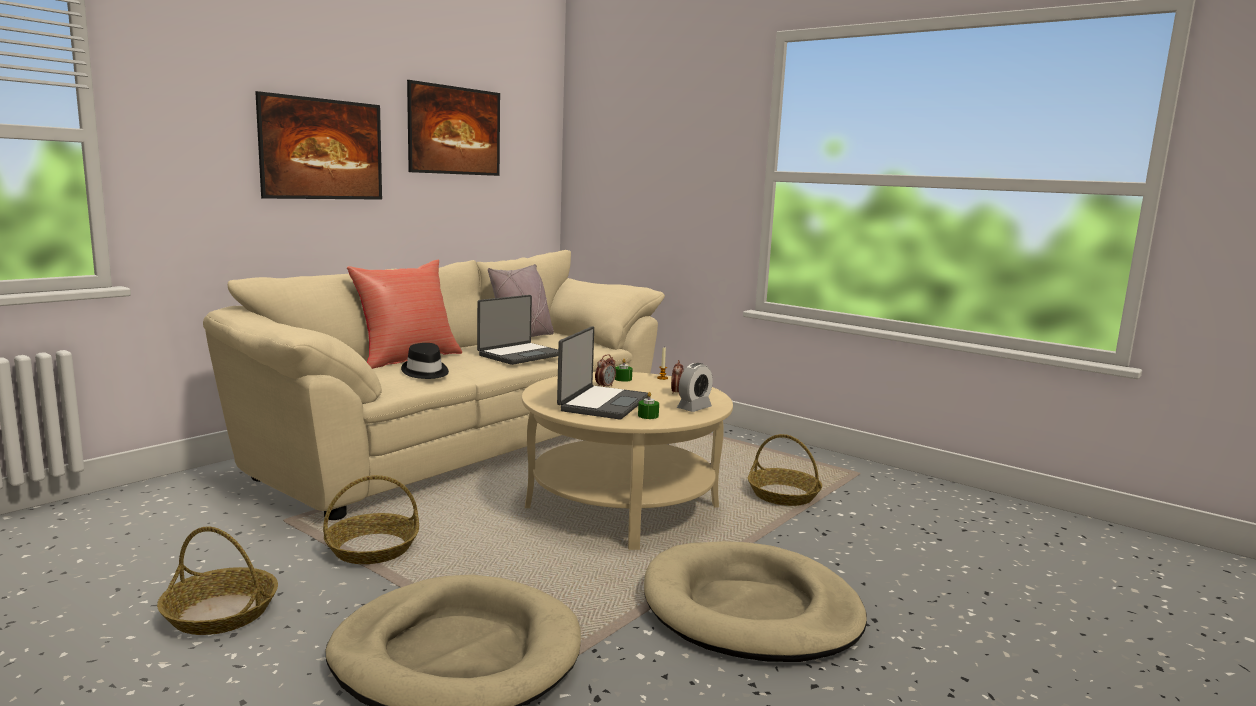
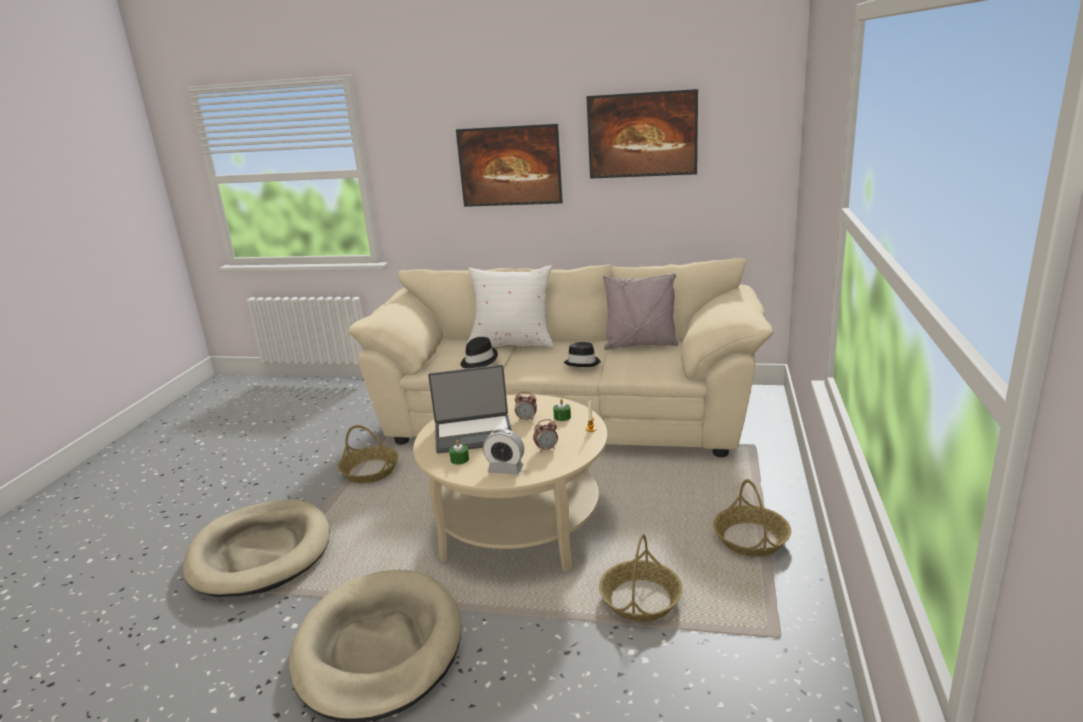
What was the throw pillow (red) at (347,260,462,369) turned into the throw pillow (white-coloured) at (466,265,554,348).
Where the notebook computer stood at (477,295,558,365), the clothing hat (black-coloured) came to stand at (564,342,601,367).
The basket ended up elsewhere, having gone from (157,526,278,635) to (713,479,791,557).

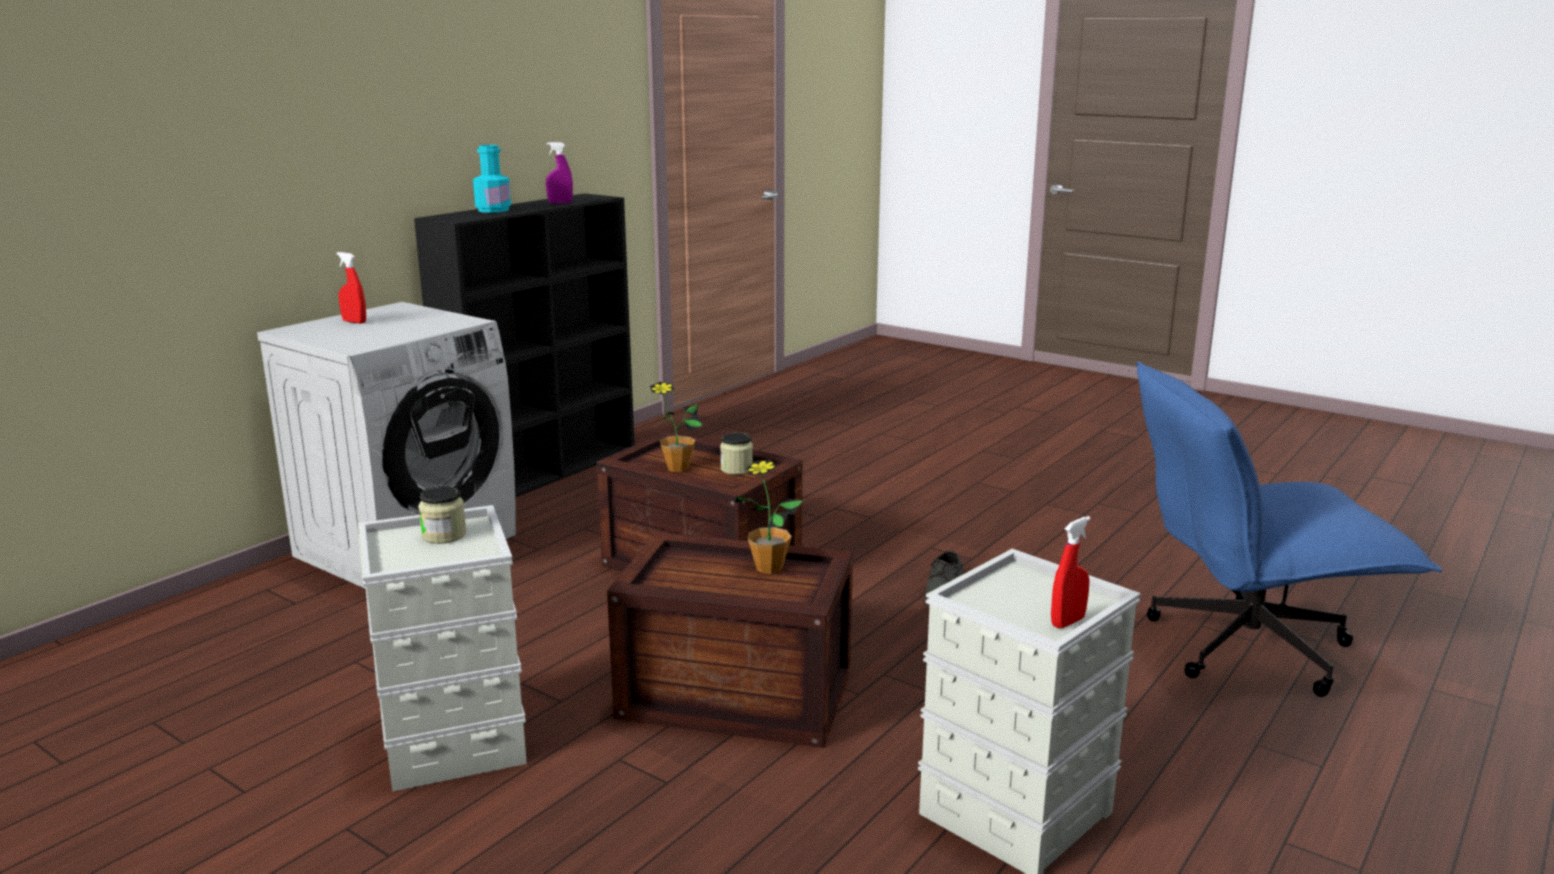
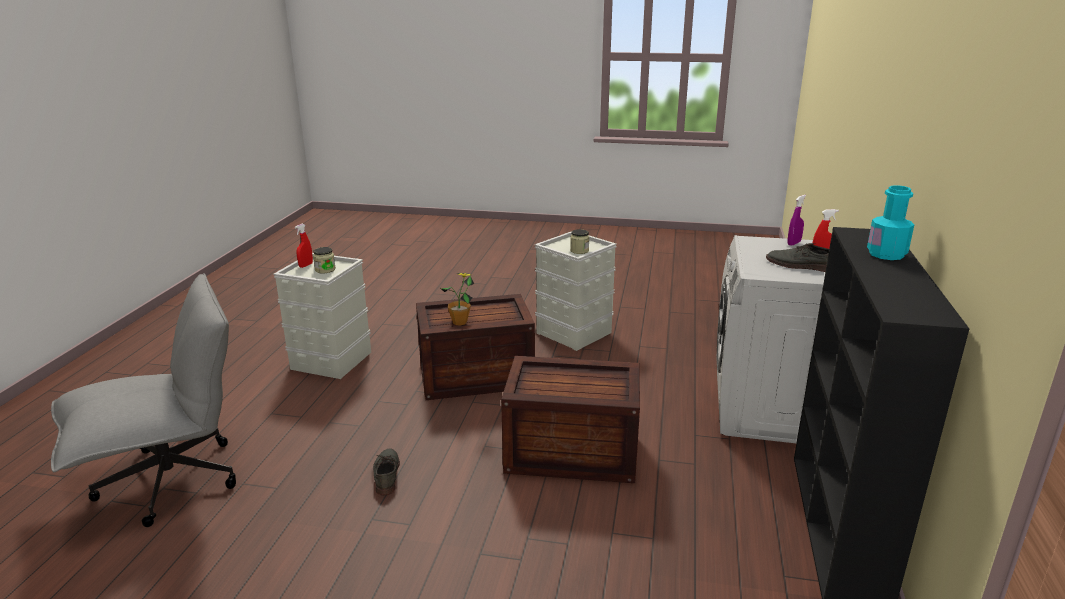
What was the office chair (blue-coloured) at (1136,362,1442,697) turned into the office chair (grey) at (51,273,236,527).
The preserve jar ended up elsewhere, having gone from (720,433,753,475) to (313,247,336,273).
The second view gained the low shoe (grey) at (766,243,829,272).
The sprayer (purple) ended up elsewhere, having gone from (546,142,573,204) to (787,195,806,246).
The second view lost the potted plant at (650,382,703,472).

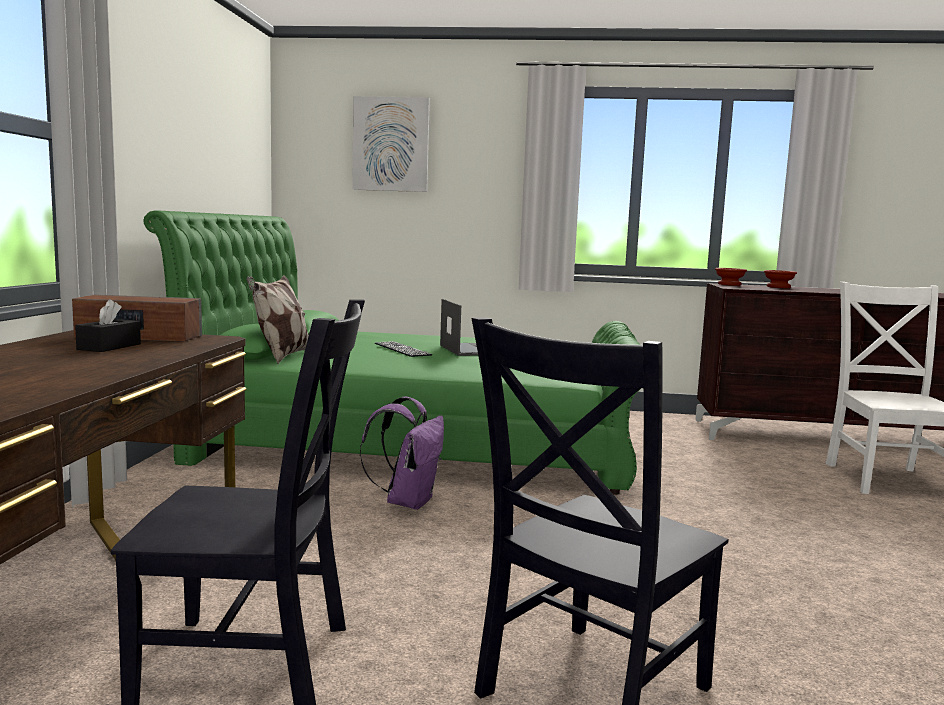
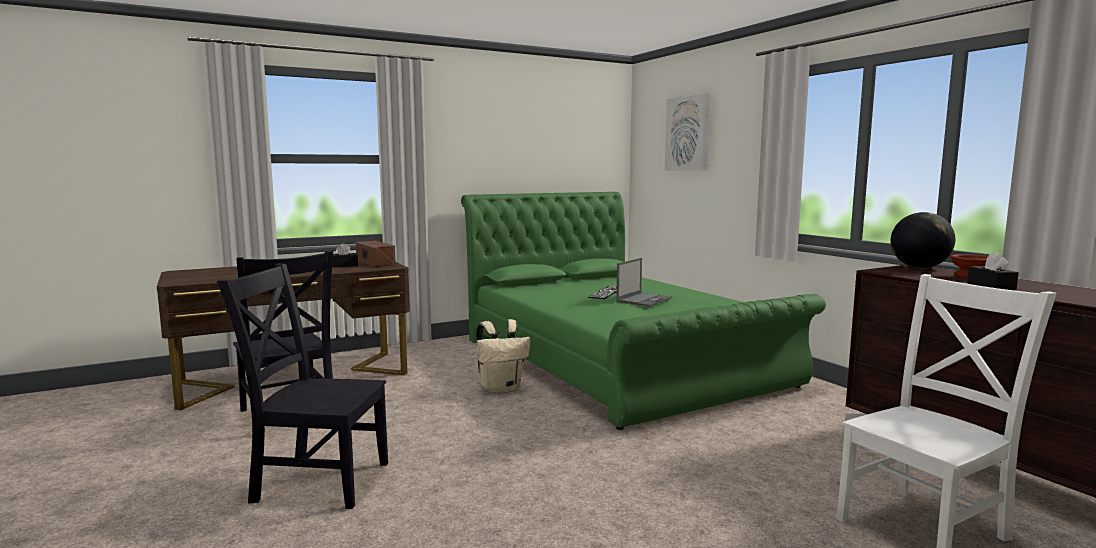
What was the rucksack (purple) at (360,396,444,510) turned into the rucksack (beige-coloured) at (476,319,531,393).
Where the serving bowl (brown-coloured) stood at (715,268,747,286), the desk globe came to stand at (890,212,955,268).
The second view gained the box of tissues (black-coloured) at (967,252,1019,290).
The second view lost the throw pillow at (247,275,309,364).

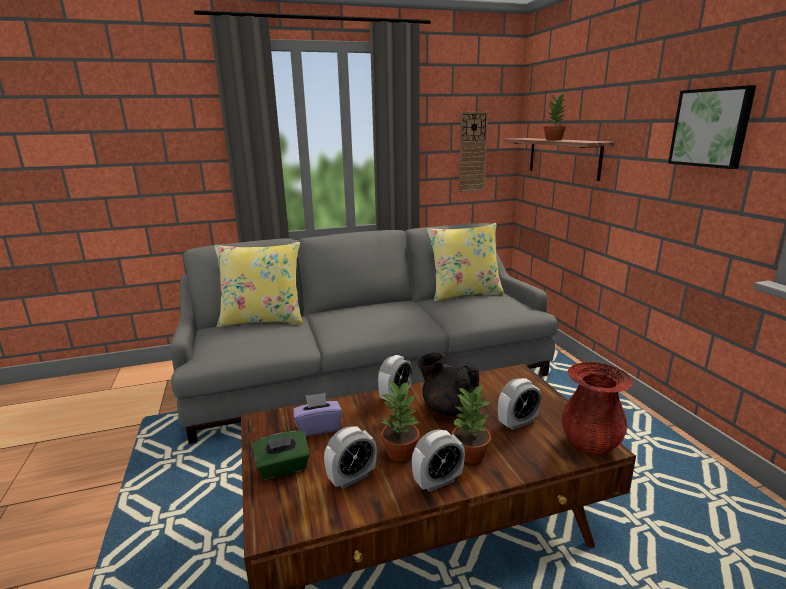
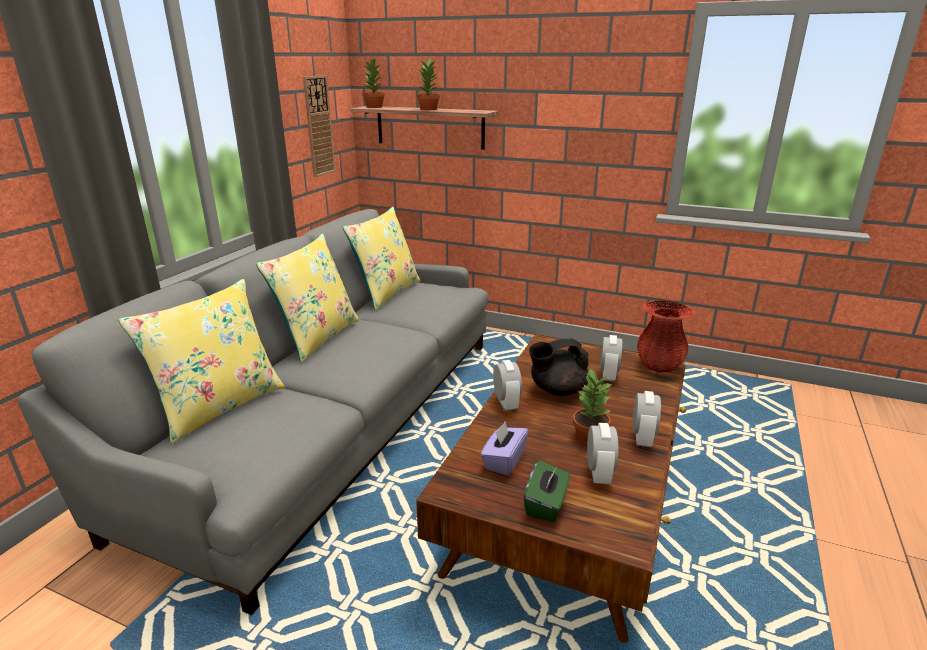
The second view gained the throw pillow (yellow) at (256,234,359,363).
The potted plant ended up elsewhere, having gone from (452,385,491,464) to (363,59,385,108).
The second view lost the wall art at (668,85,756,169).

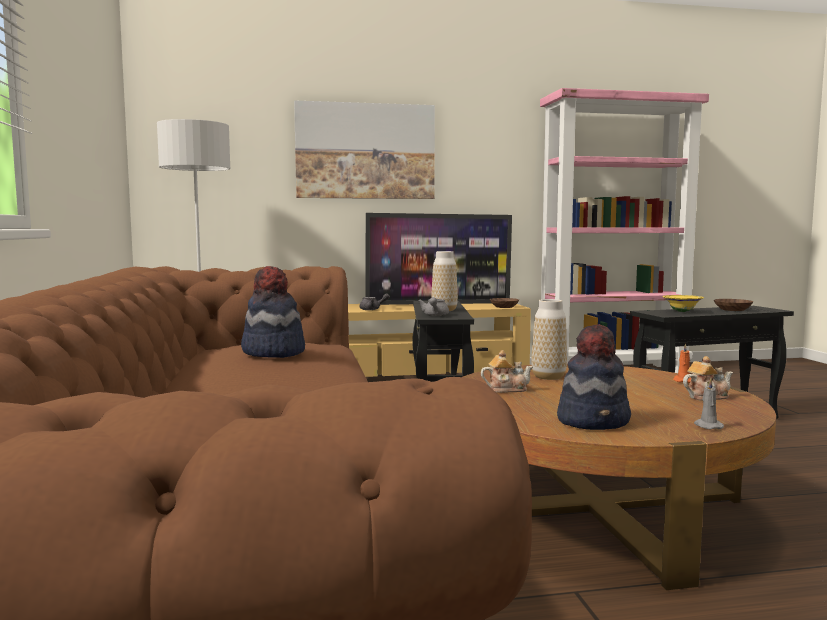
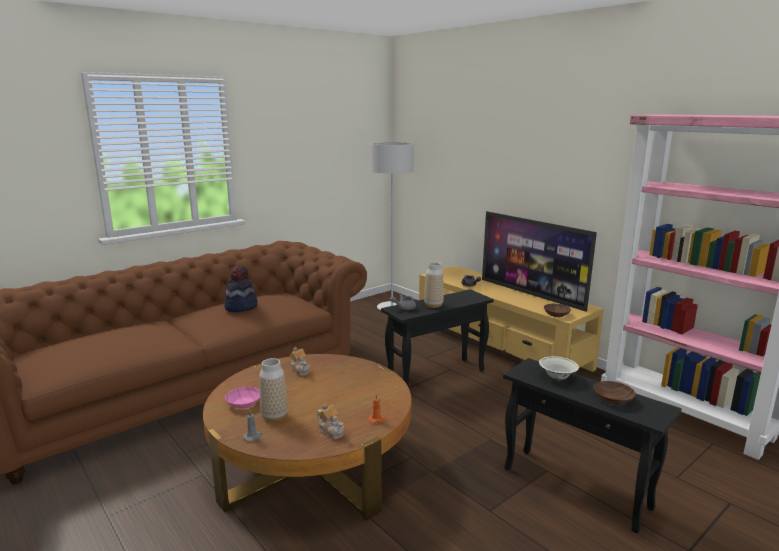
Where the clothing hat stood at (557,324,631,430), the serving bowl (pink-coloured) came to stand at (225,387,260,408).
The flower vase ended up elsewhere, having gone from (531,299,567,380) to (259,358,288,422).
What was the serving bowl (yellow) at (662,295,704,312) turned into the serving bowl (white-coloured) at (539,356,579,380).
The second view lost the wall art at (294,100,435,199).

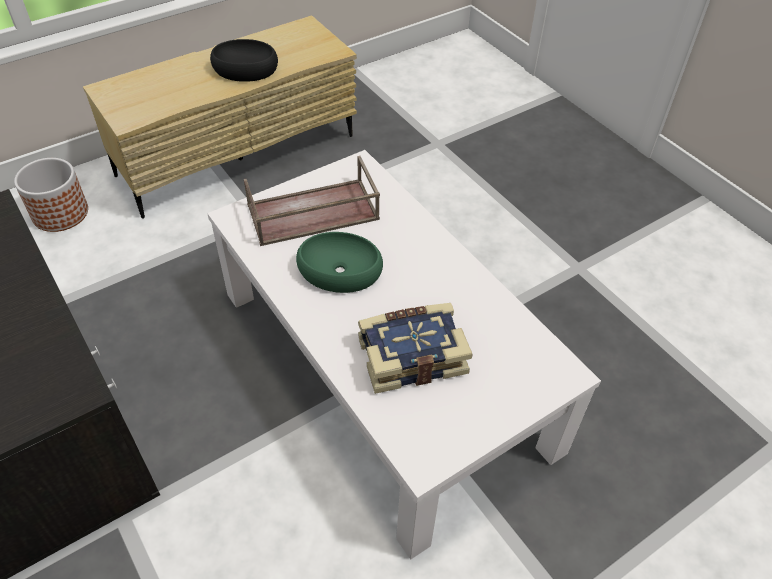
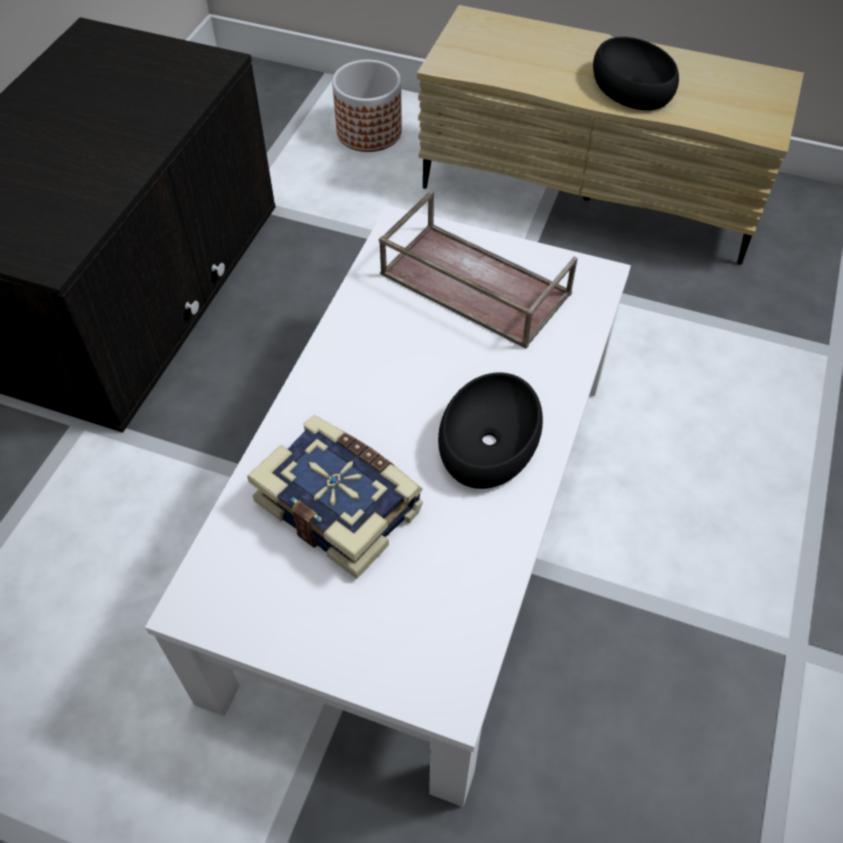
The second view gained the serving bowl (black-coloured) at (438,372,543,489).
The second view lost the serving bowl (green) at (296,232,383,293).

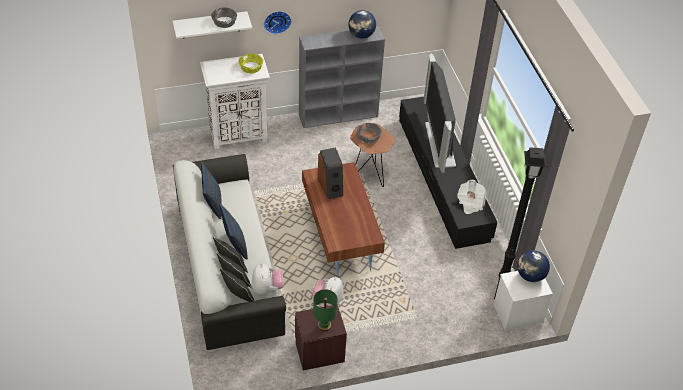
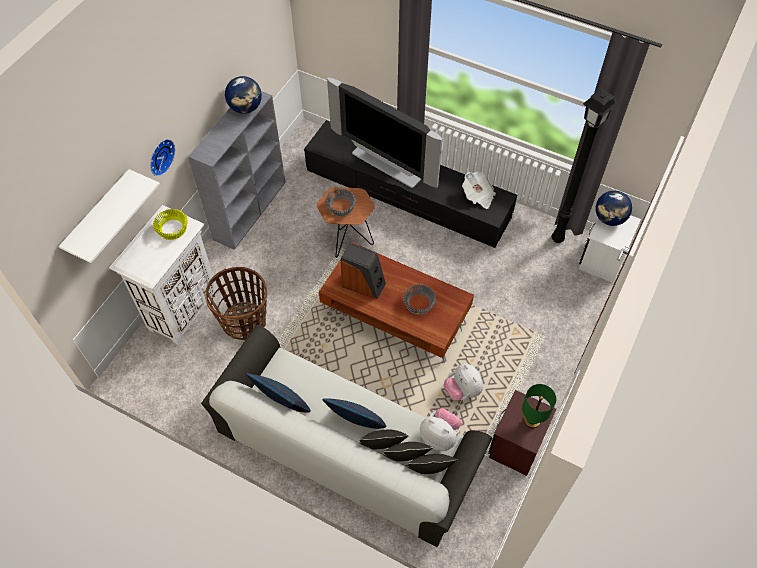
The second view gained the basket at (205,267,267,341).
The serving bowl (grey) ended up elsewhere, having gone from (211,7,237,28) to (403,284,436,315).

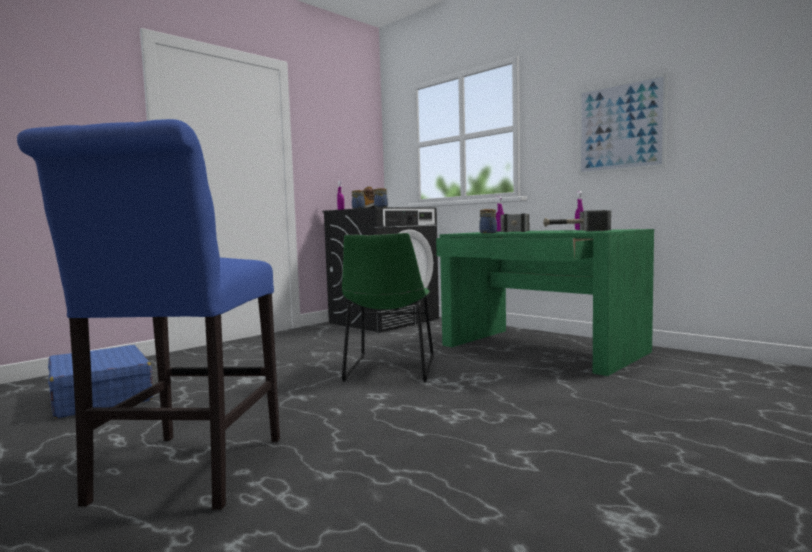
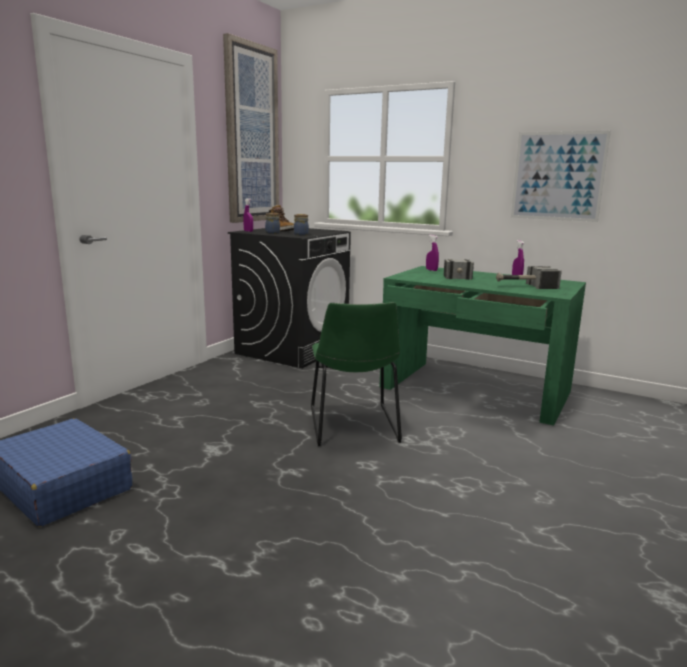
The second view gained the wall art at (223,33,279,223).
The second view lost the stool (blue-coloured) at (17,119,280,510).
The second view lost the preserve jar at (479,209,497,233).

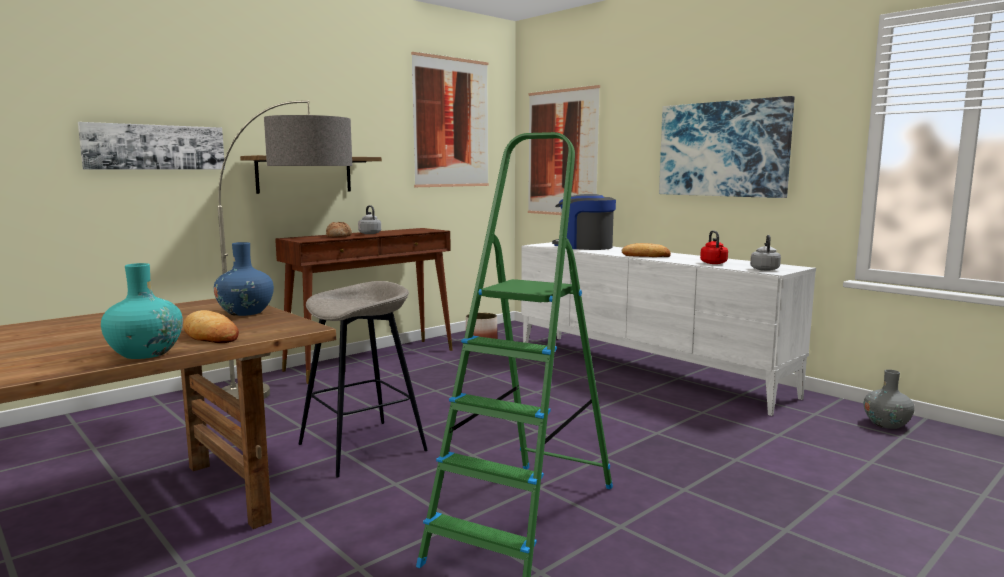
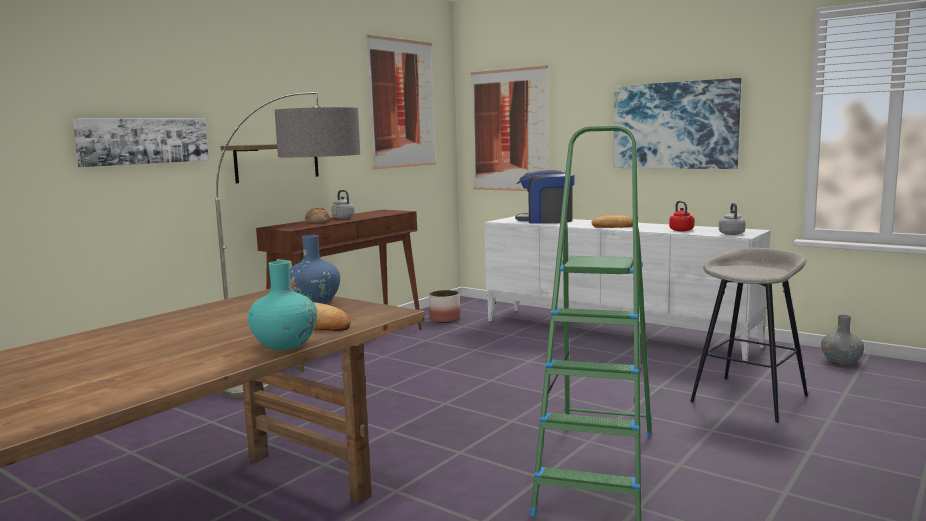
The stool (grey) ended up elsewhere, having gone from (298,281,428,477) to (690,248,808,423).

